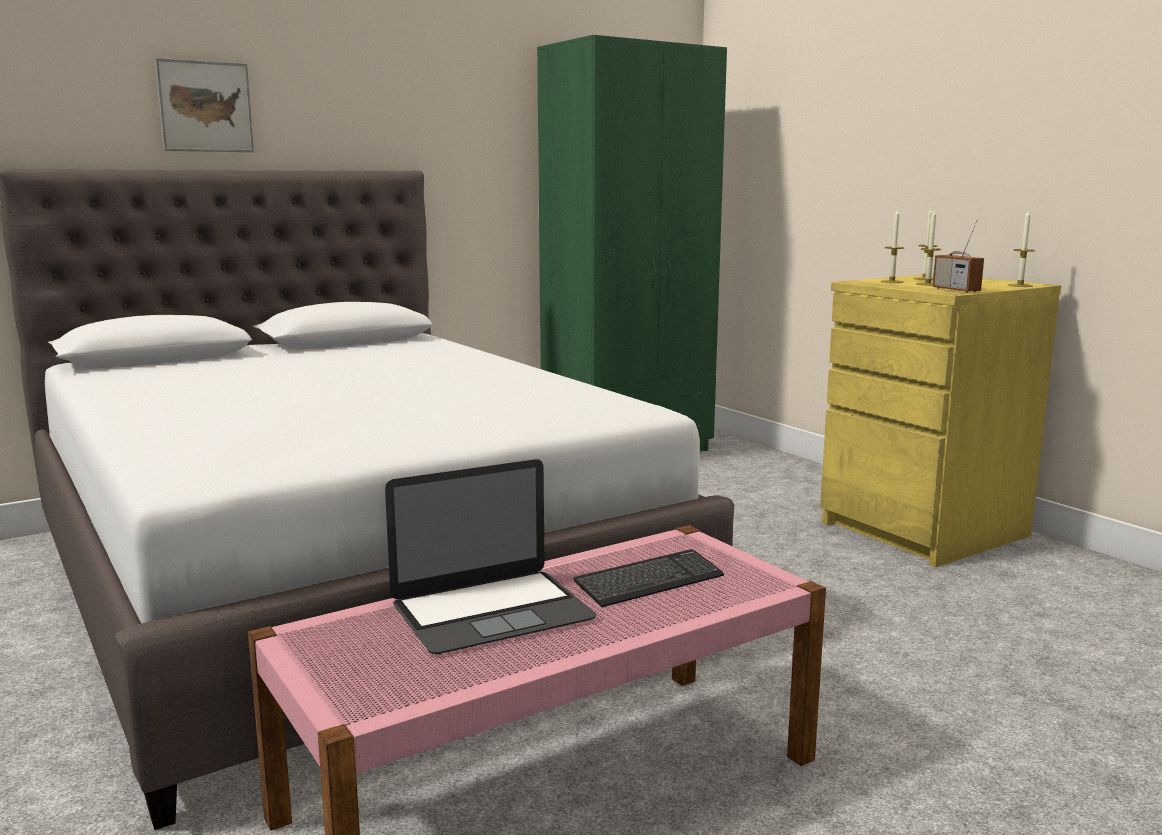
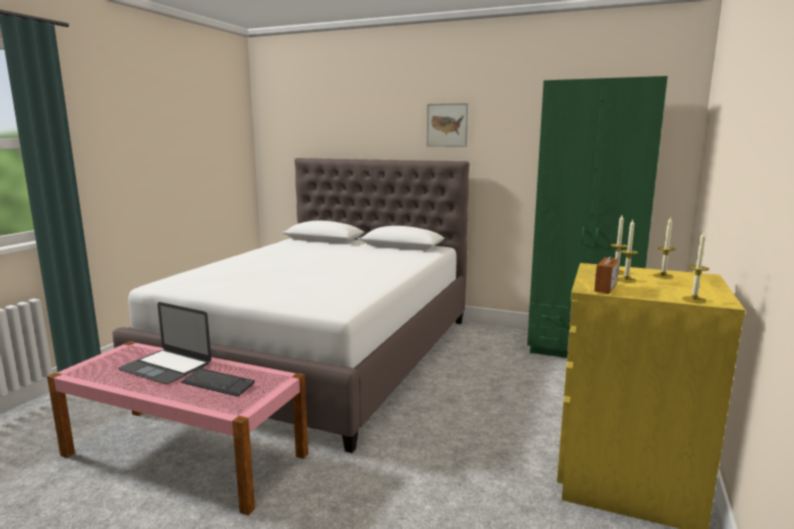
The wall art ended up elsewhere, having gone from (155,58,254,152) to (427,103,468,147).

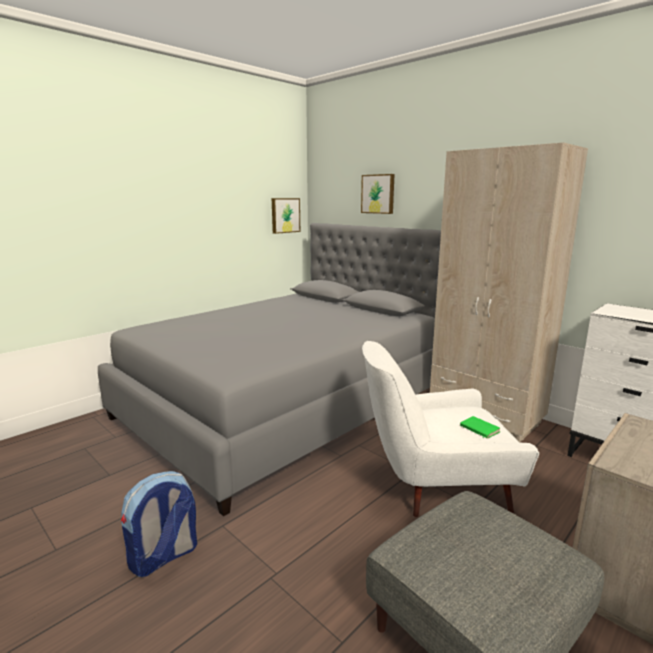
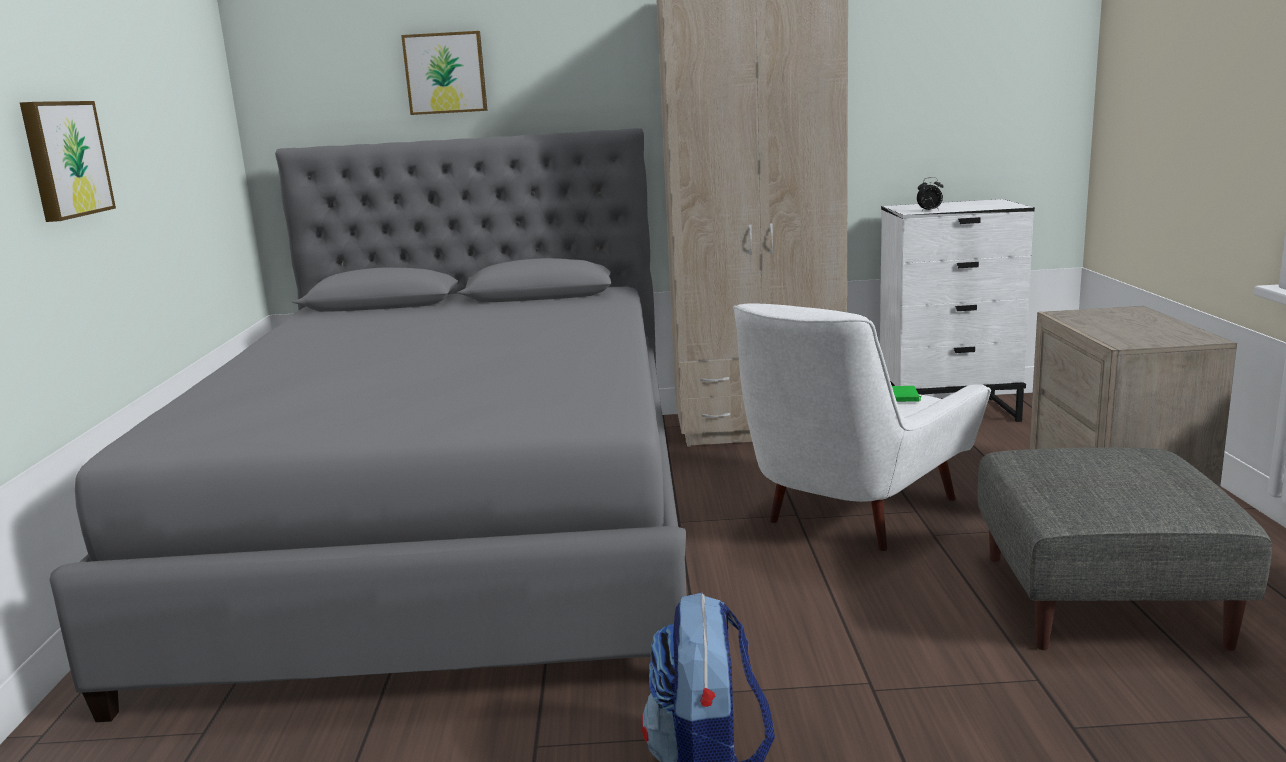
The wall art ended up elsewhere, having gone from (272,198,300,234) to (20,101,116,222).
The second view gained the table clock at (917,177,943,211).

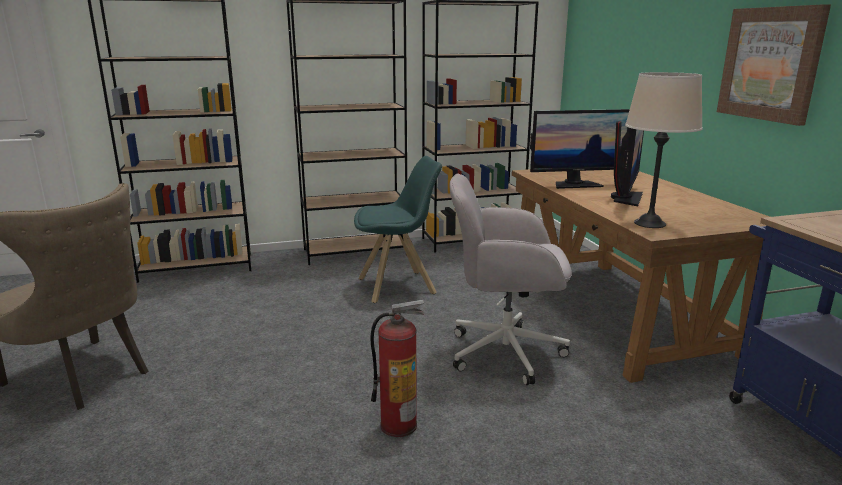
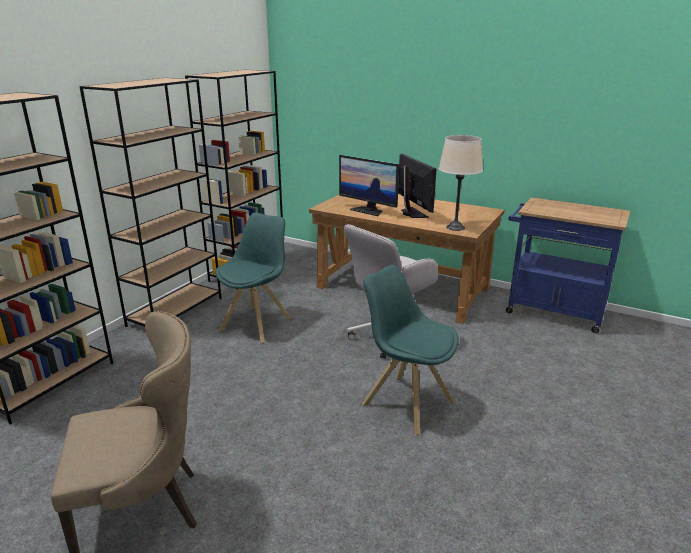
The computer screen at (530,109,630,189) ended up facing another way, 90 degrees clockwise from before.
Where the fire extinguisher stood at (371,300,424,437), the upright chair (turquoise-coloured) came to stand at (362,265,459,435).
The second view lost the wall art at (717,4,831,126).

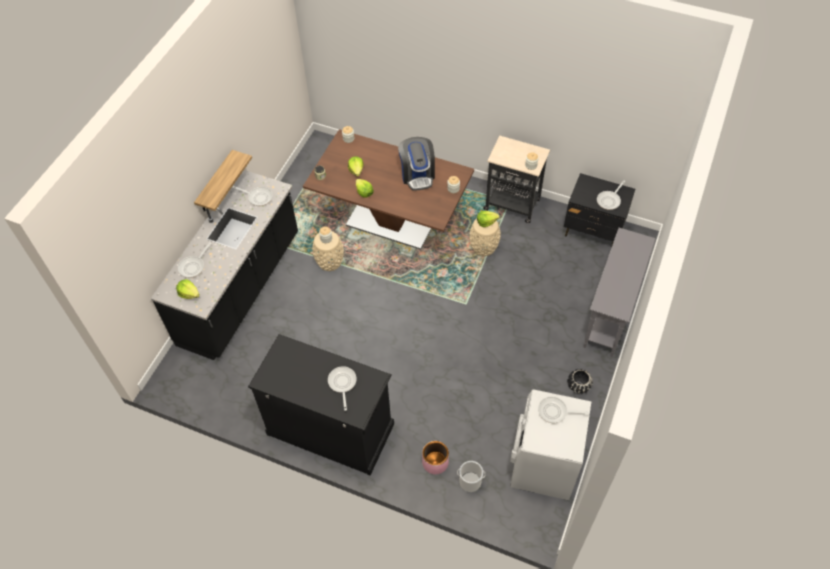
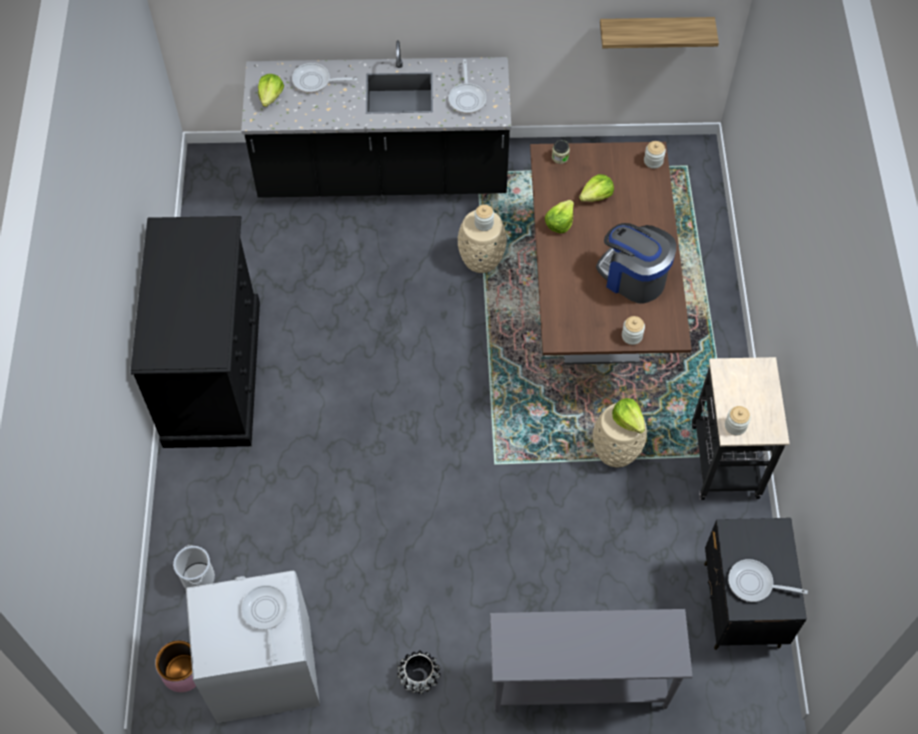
The flower pot (pink-coloured) ended up elsewhere, having gone from (422,441,449,474) to (155,640,196,692).
The coffee brewer at (398,137,435,191) ended up facing another way, 75 degrees clockwise from before.
The shelf ended up elsewhere, having gone from (194,150,252,212) to (600,17,719,48).
The second view lost the pan at (328,366,357,411).

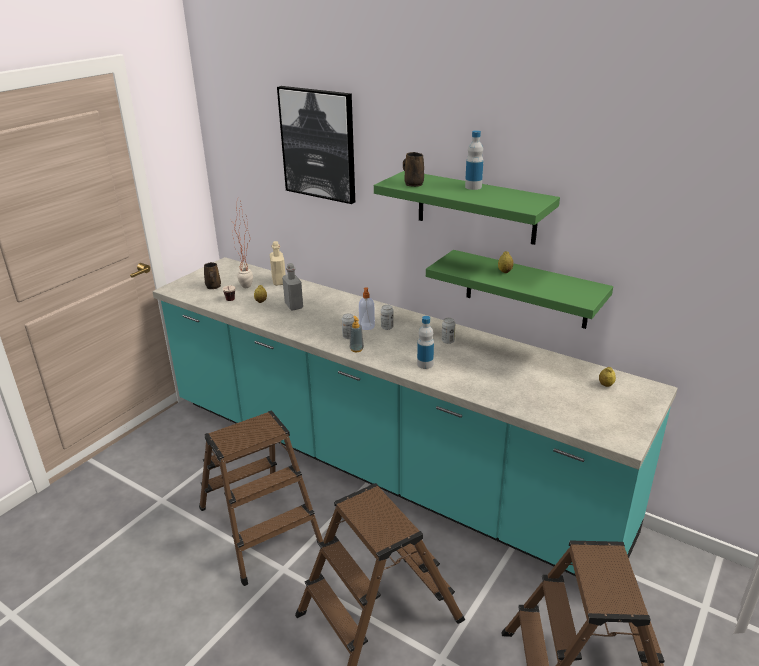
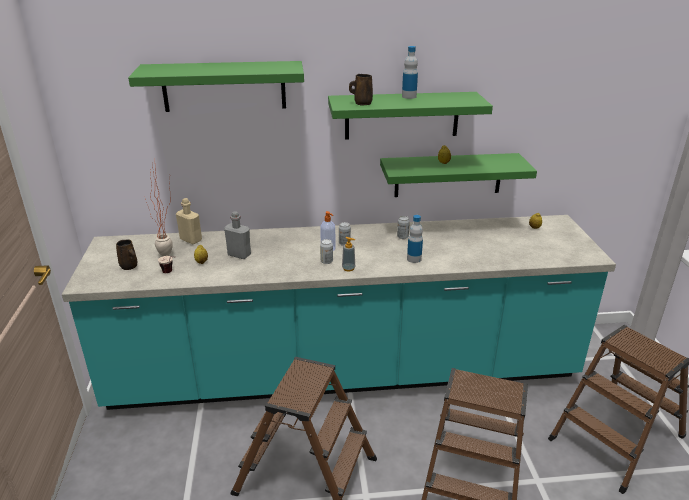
Where the wall art hung at (277,86,355,204), the shelf (green) came to hang at (128,61,304,112).

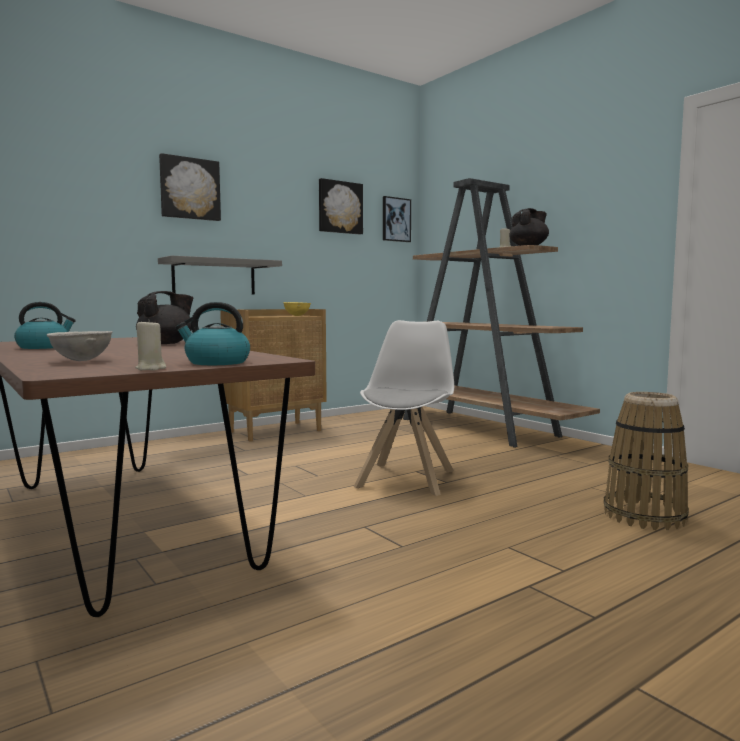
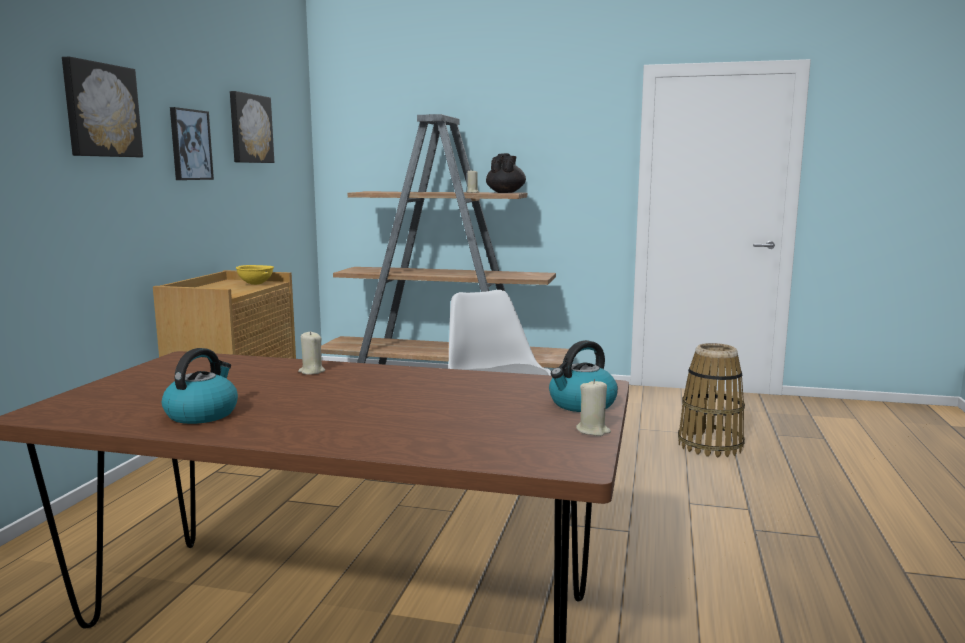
The wall art ended up elsewhere, having gone from (383,196,411,242) to (170,107,214,180).
Where the teapot (black-coloured) stood at (136,291,193,344), the wax candle (beige-coloured) came to stand at (298,331,325,375).
The second view lost the serving bowl (grey) at (47,331,113,361).
The second view lost the shelf (grey) at (158,255,282,294).

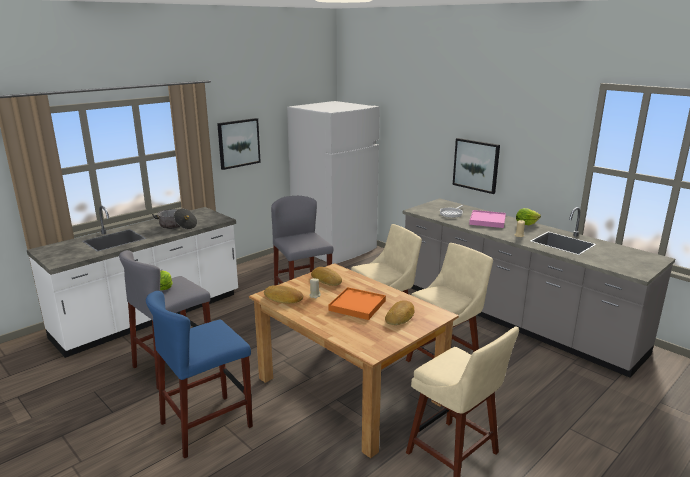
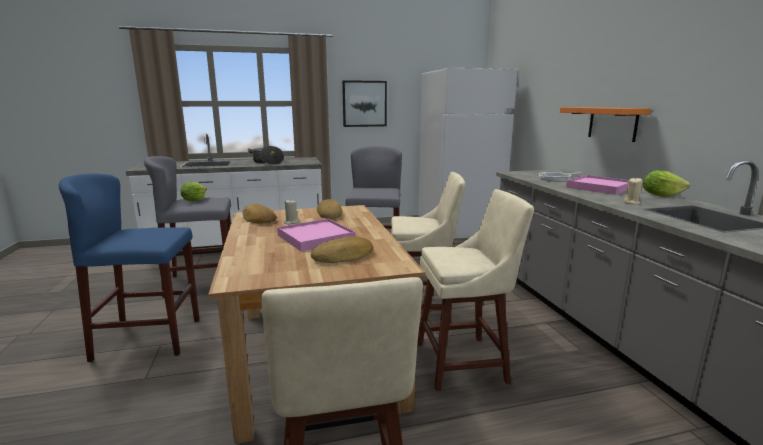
What was the carrying tray (orange) at (329,287,386,320) turned into the carrying tray (pink-coloured) at (277,219,355,251).
Where the wall art hung at (453,138,500,194), the shelf (orange) came to hang at (560,107,651,142).

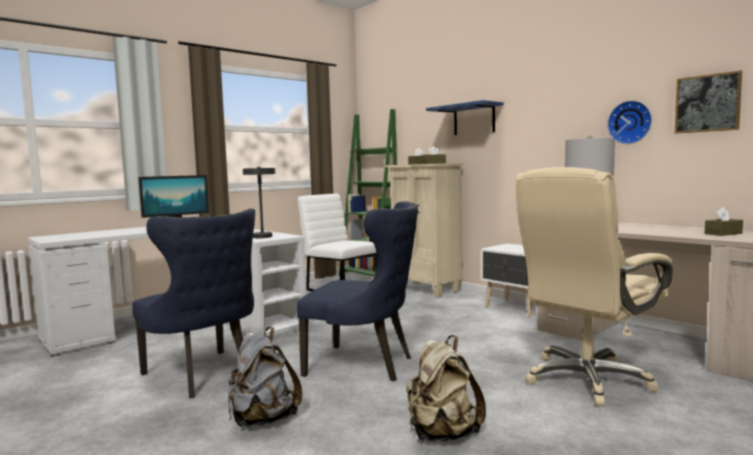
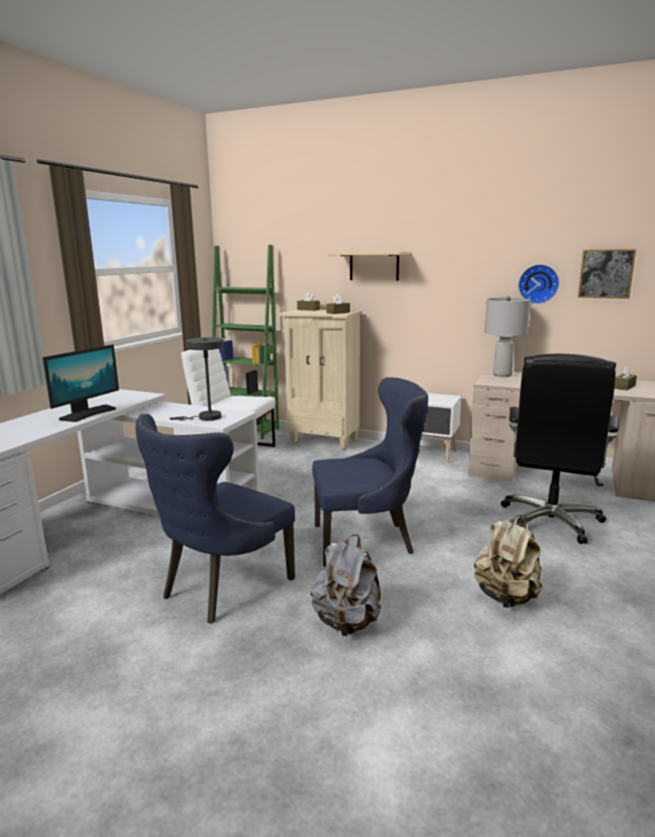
The upright chair (blue-coloured) at (132,208,255,399) ended up facing another way, 105 degrees clockwise from before.
What was the shelf (blue-coloured) at (426,100,504,135) turned into the shelf (beige-coloured) at (328,251,410,281).
What was the office chair (beige-coloured) at (516,167,673,407) turned into the office chair (black-coloured) at (501,354,619,544).

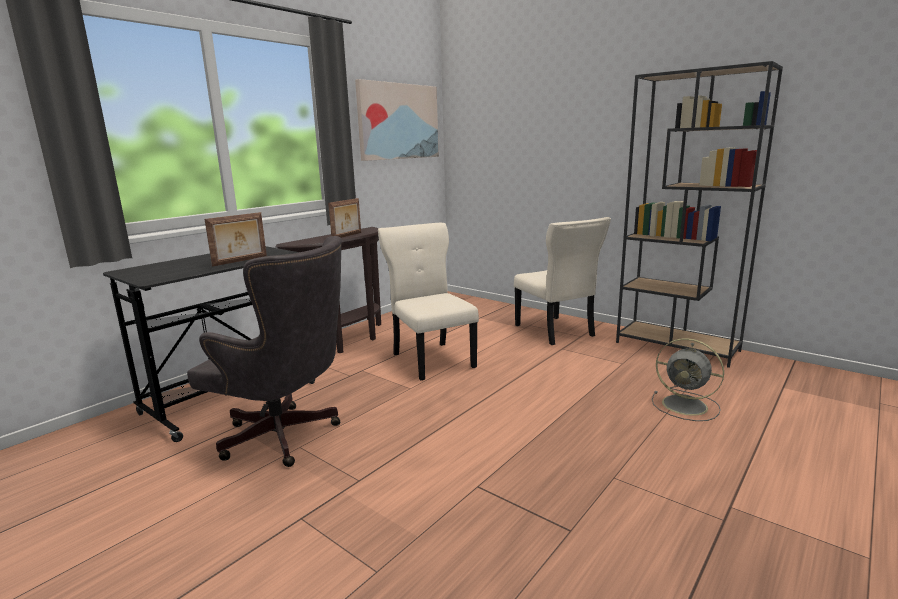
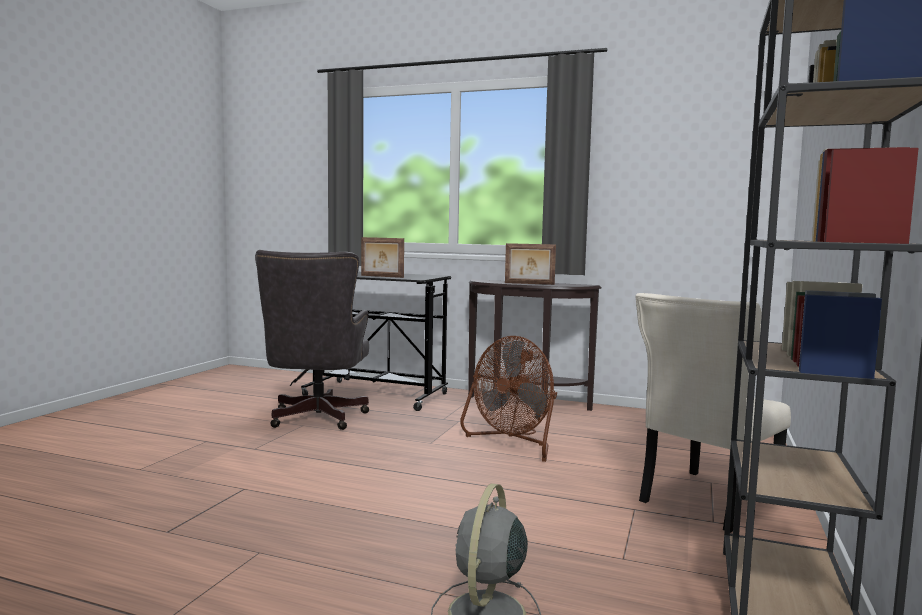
Where the upright chair (beige-coloured) stood at (378,223,479,380), the electric fan (brown-coloured) came to stand at (460,336,557,462).
The second view lost the wall art at (355,79,439,161).

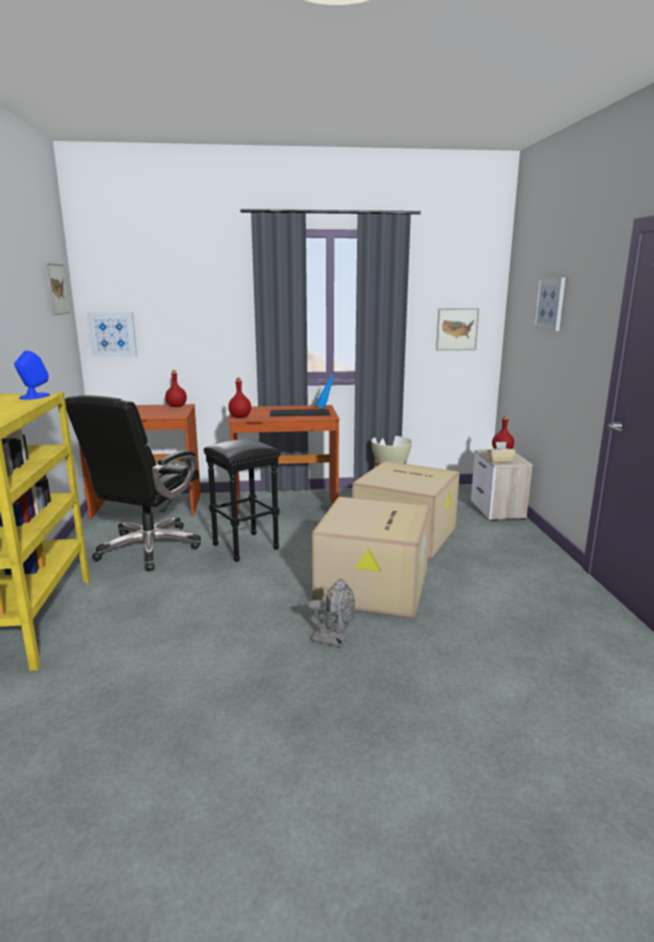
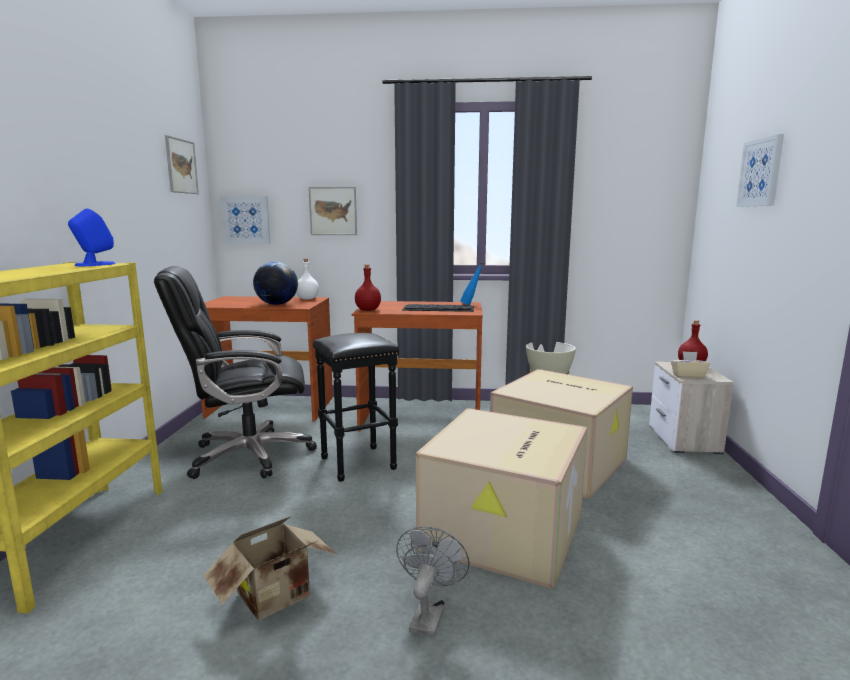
The office chair (black-coloured) at (65,395,201,571) ended up facing another way, 45 degrees clockwise from before.
The second view gained the packing box at (203,516,337,621).
The second view gained the desk globe at (253,261,298,305).
What was the drink bottle (red) at (165,370,187,407) turned into the drink bottle (white-coloured) at (296,259,319,299).
The wall art ended up elsewhere, having gone from (436,308,479,351) to (308,187,357,235).
The electric fan (grey) at (308,579,355,647) ended up facing another way, 105 degrees counterclockwise from before.

